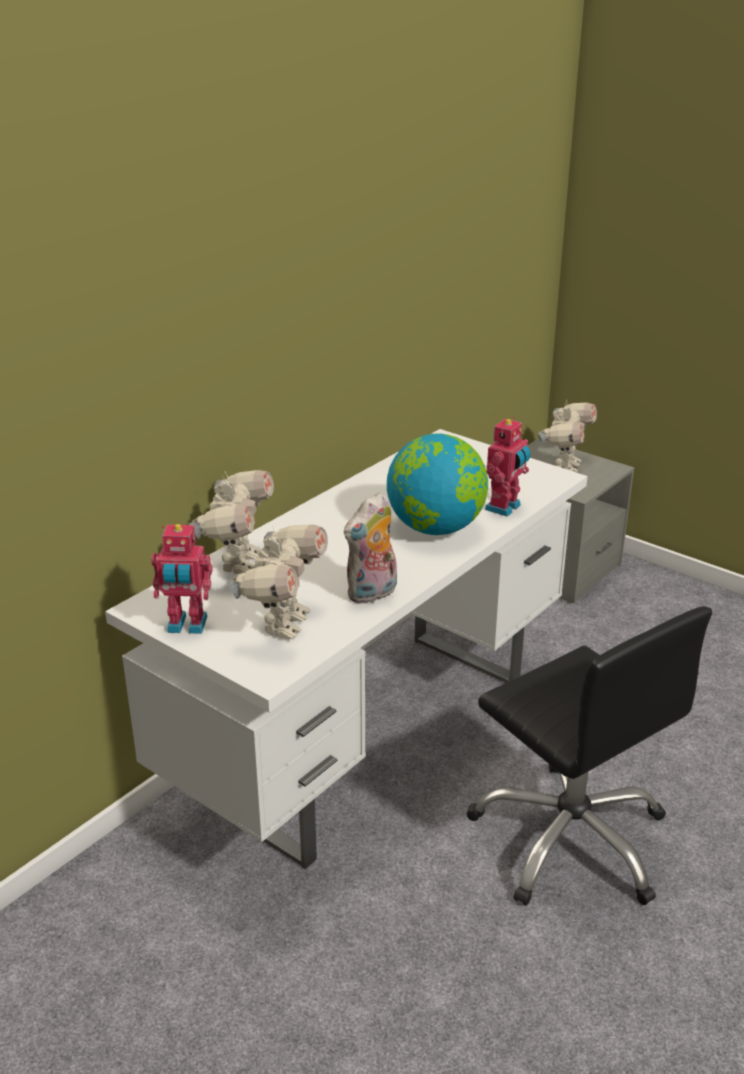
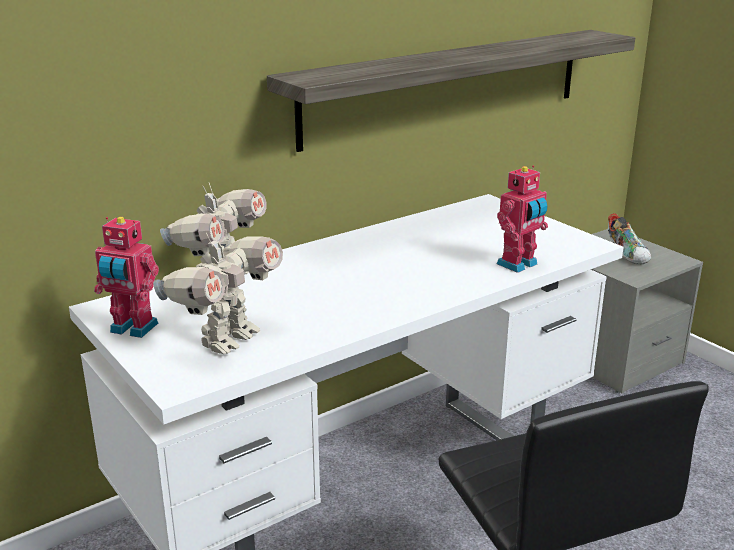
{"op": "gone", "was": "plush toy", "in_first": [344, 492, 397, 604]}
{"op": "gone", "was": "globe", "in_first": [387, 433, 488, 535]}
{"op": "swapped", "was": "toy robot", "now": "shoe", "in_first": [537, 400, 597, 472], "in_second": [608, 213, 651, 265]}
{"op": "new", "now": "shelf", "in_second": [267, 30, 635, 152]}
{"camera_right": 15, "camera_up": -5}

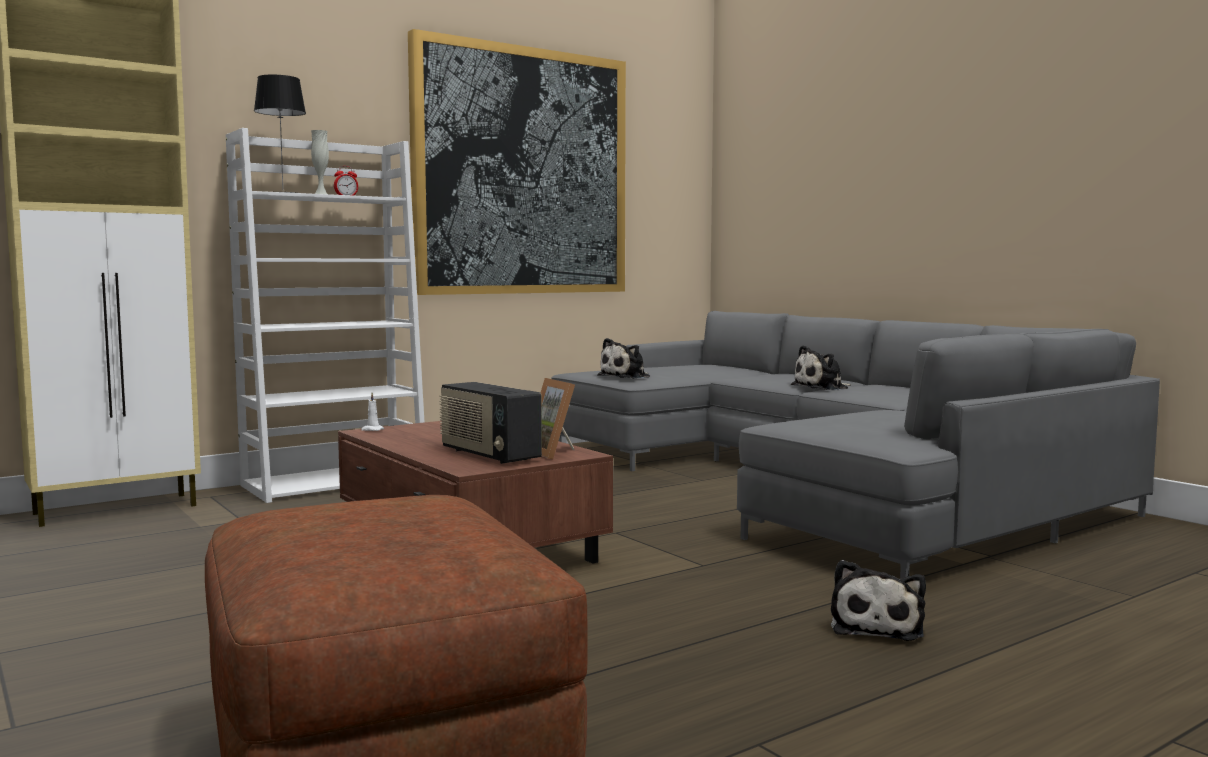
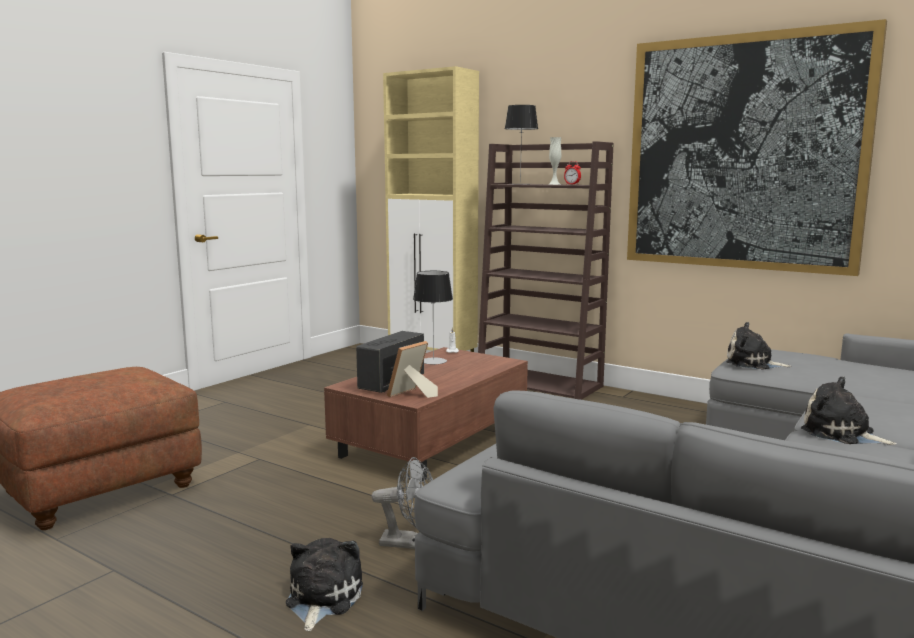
{"op": "repainted", "was": "bookcase/white", "now": "bookcase/brown", "in_first": [226, 128, 425, 503], "in_second": [478, 141, 614, 400]}
{"op": "rotated", "was": "plush toy", "in_first": [831, 560, 926, 641], "in_second": [286, 538, 363, 631], "clockwise": 105}
{"op": "new", "now": "fan/grey", "in_second": [372, 457, 433, 549]}
{"op": "new", "now": "table lamp", "in_second": [413, 271, 453, 365]}
{"camera_right": 70, "camera_up": 5}

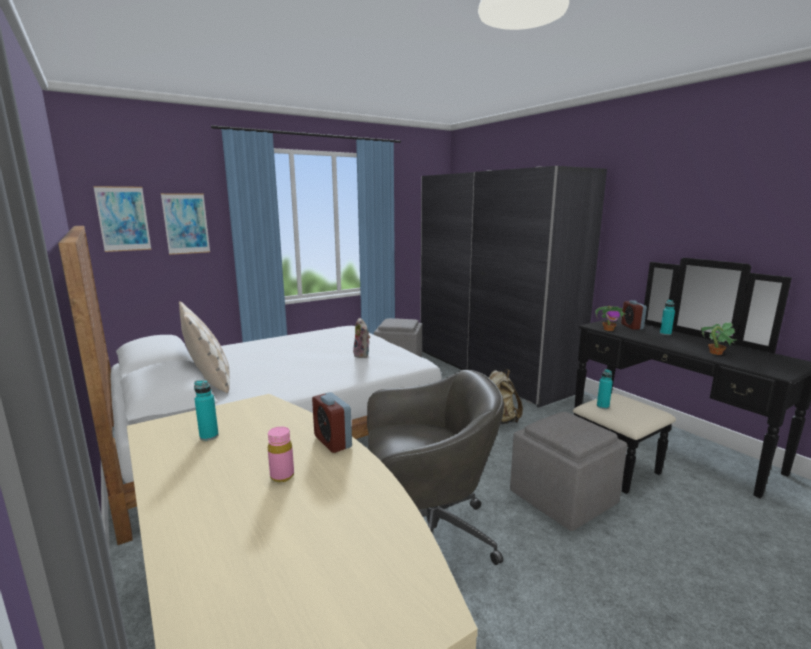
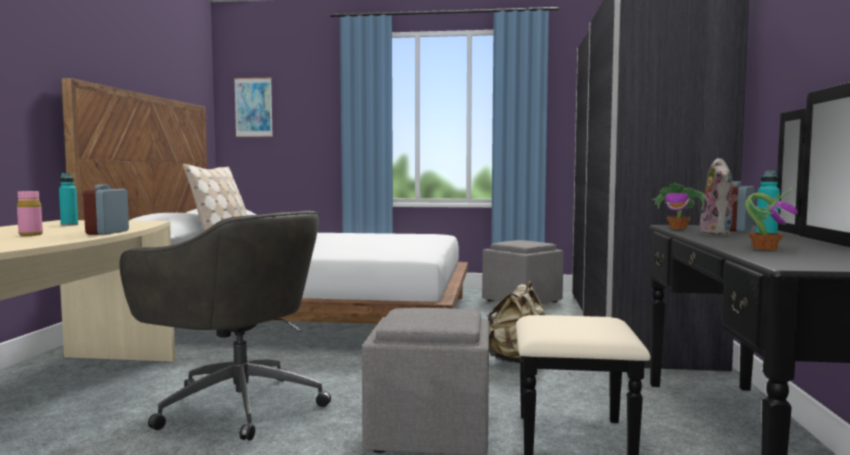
{"op": "gone", "was": "picture", "in_first": [161, 193, 210, 255]}
{"op": "shifted", "was": "plush toy", "in_first": [353, 318, 370, 358], "in_second": [700, 158, 738, 235]}
{"op": "gone", "was": "bottle/turquoise", "in_first": [597, 369, 613, 409]}
{"camera_right": 40, "camera_up": -10}

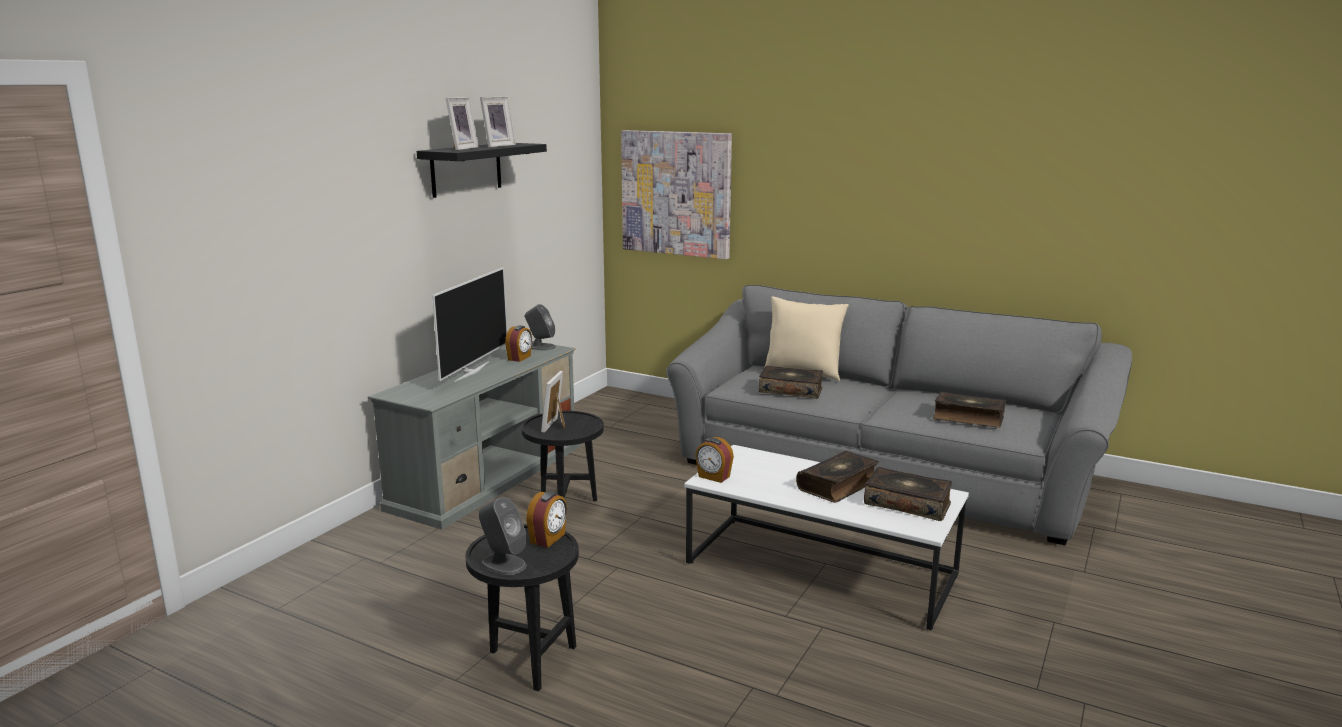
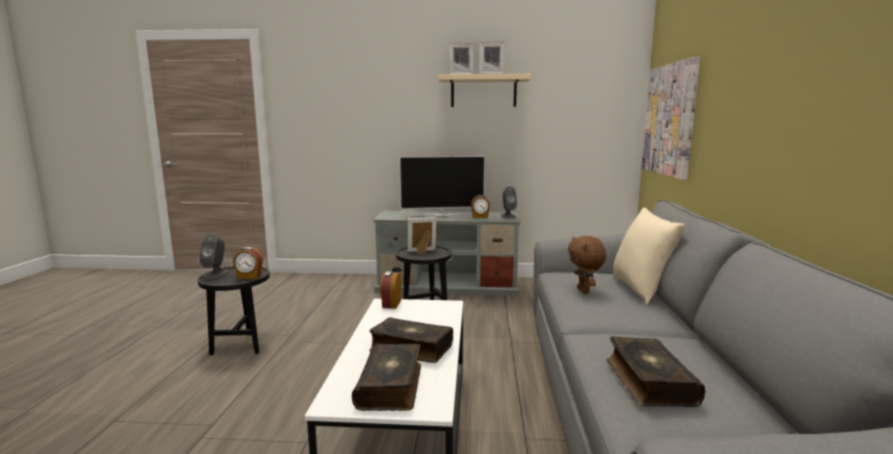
{"op": "repainted", "was": "shelf/black", "now": "shelf/beige", "in_first": [417, 143, 547, 198], "in_second": [438, 74, 531, 107]}
{"op": "swapped", "was": "book", "now": "plush toy/brown", "in_first": [759, 366, 823, 399], "in_second": [568, 236, 606, 294]}
{"camera_right": 65, "camera_up": -5}

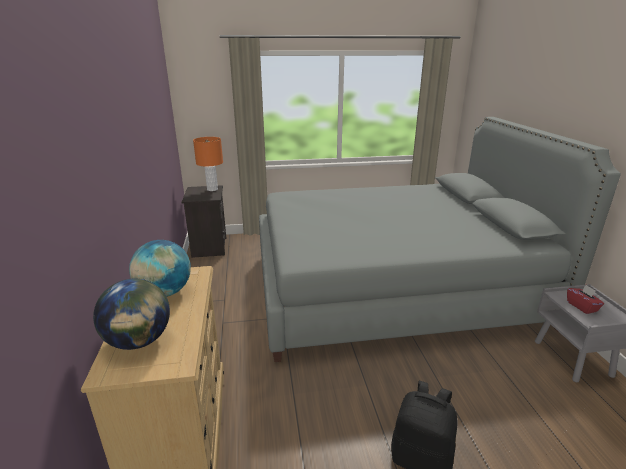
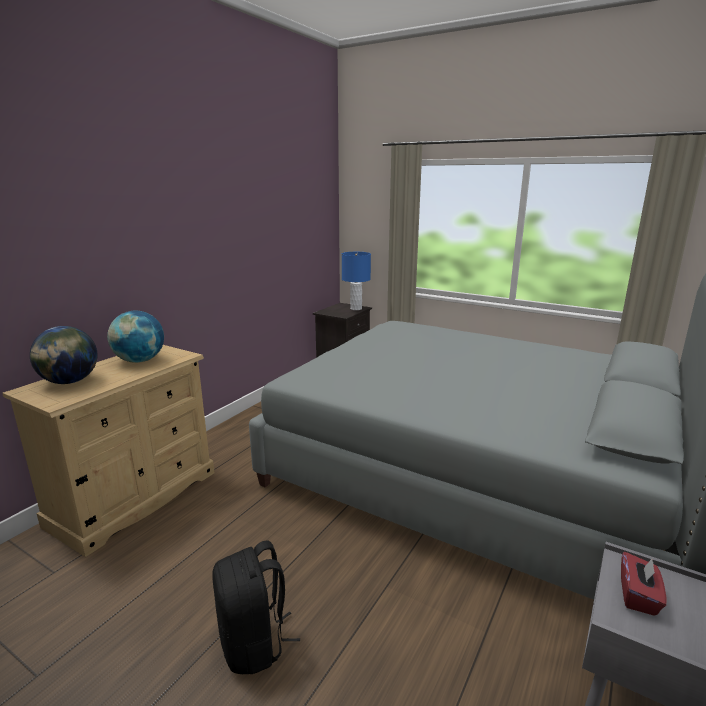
{"op": "repainted", "was": "table lamp/orange", "now": "table lamp/blue", "in_first": [193, 137, 223, 191], "in_second": [342, 252, 371, 310]}
{"camera_right": 40, "camera_up": -5}

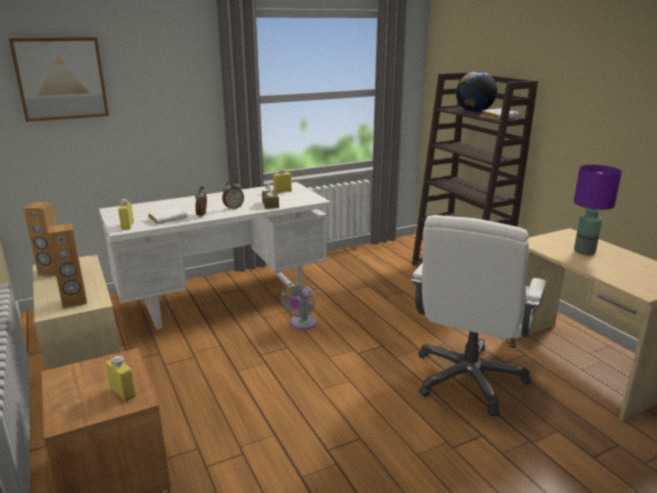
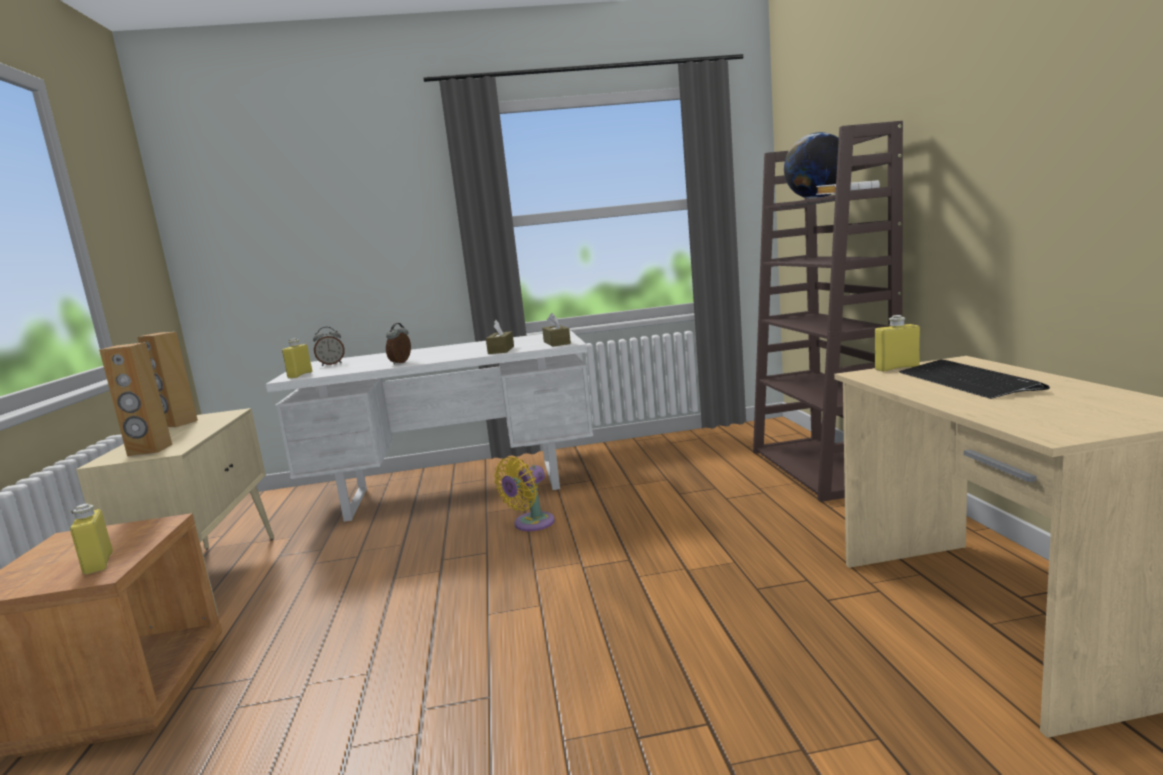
{"op": "gone", "was": "picture", "in_first": [9, 37, 109, 122]}
{"op": "gone", "was": "book/white", "in_first": [148, 206, 187, 224]}
{"op": "shifted", "was": "alarm clock", "in_first": [222, 180, 244, 210], "in_second": [313, 327, 345, 366]}
{"op": "shifted", "was": "bottle/yellow", "in_first": [273, 169, 292, 193], "in_second": [875, 315, 920, 372]}
{"op": "repainted", "was": "fan/grey", "now": "fan/yellow", "in_first": [280, 283, 317, 330], "in_second": [494, 457, 555, 531]}
{"op": "gone", "was": "office chair/white", "in_first": [411, 215, 546, 416]}
{"op": "swapped", "was": "table lamp/purple", "now": "keyboard", "in_first": [574, 165, 622, 255], "in_second": [899, 360, 1050, 399]}
{"op": "new", "now": "tissue box/brown", "in_second": [542, 313, 571, 347]}
{"camera_right": 20, "camera_up": -10}

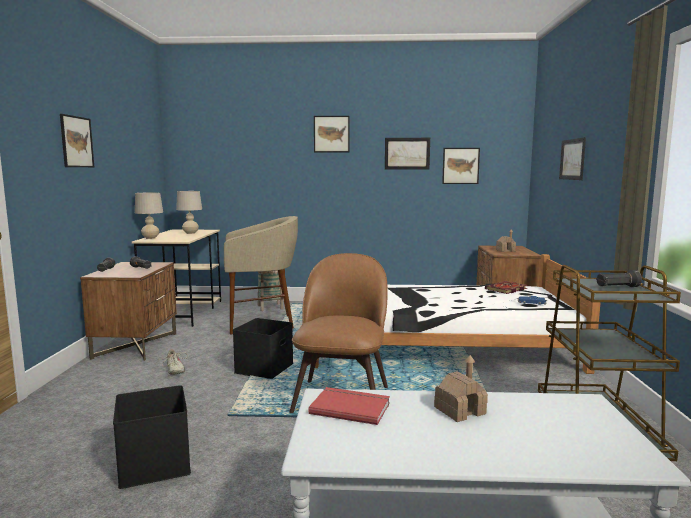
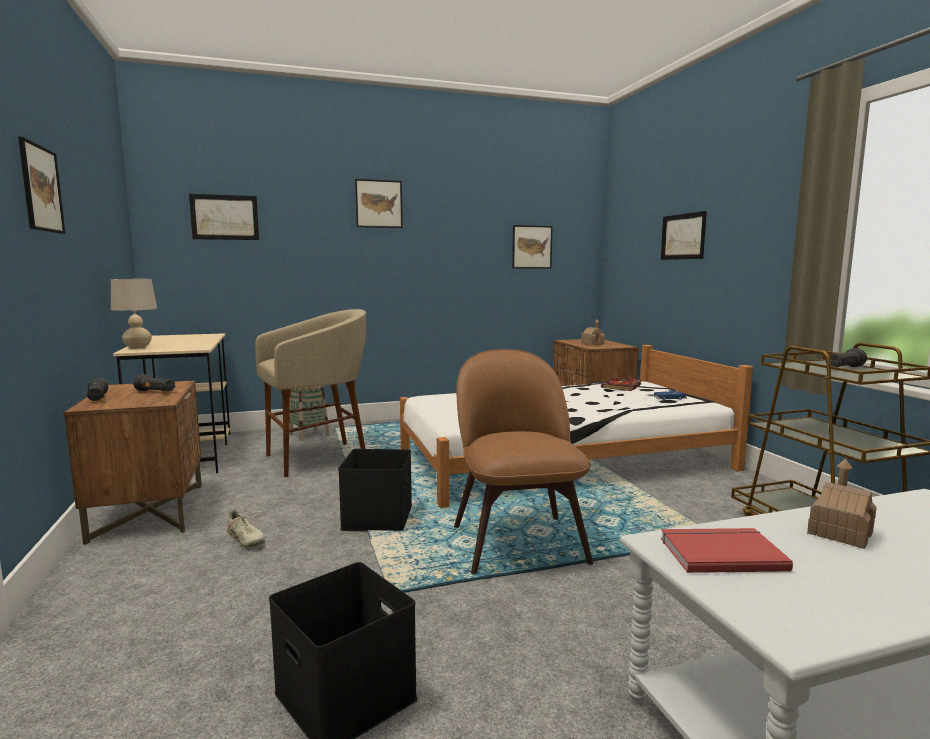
{"op": "gone", "was": "table lamp/beige", "in_first": [176, 191, 202, 234]}
{"op": "shifted", "was": "picture", "in_first": [385, 138, 430, 170], "in_second": [189, 194, 259, 240]}
{"camera_right": -20, "camera_up": 0}

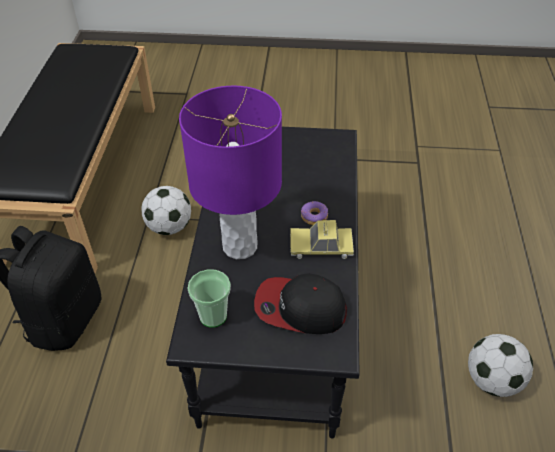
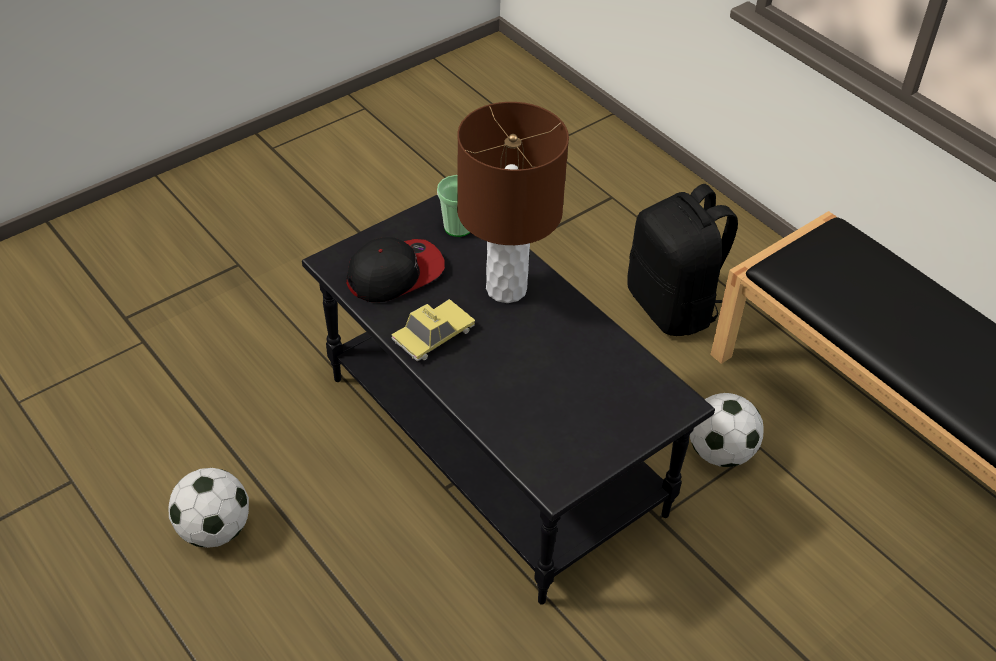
{"op": "repainted", "was": "table lamp/purple", "now": "table lamp/brown", "in_first": [179, 86, 282, 259], "in_second": [457, 102, 569, 303]}
{"op": "gone", "was": "donut", "in_first": [301, 201, 328, 225]}
{"camera_right": 135, "camera_up": 0}

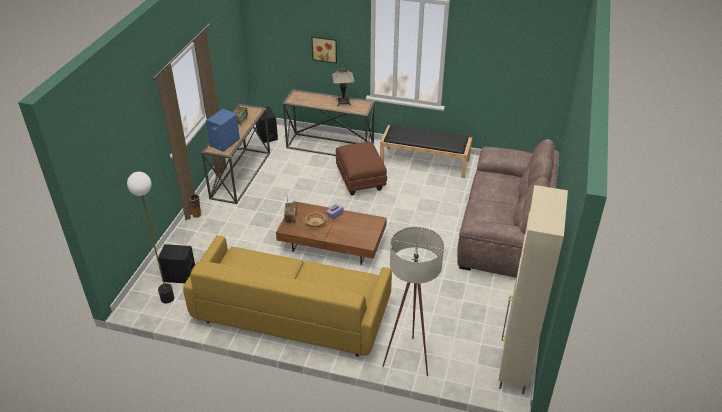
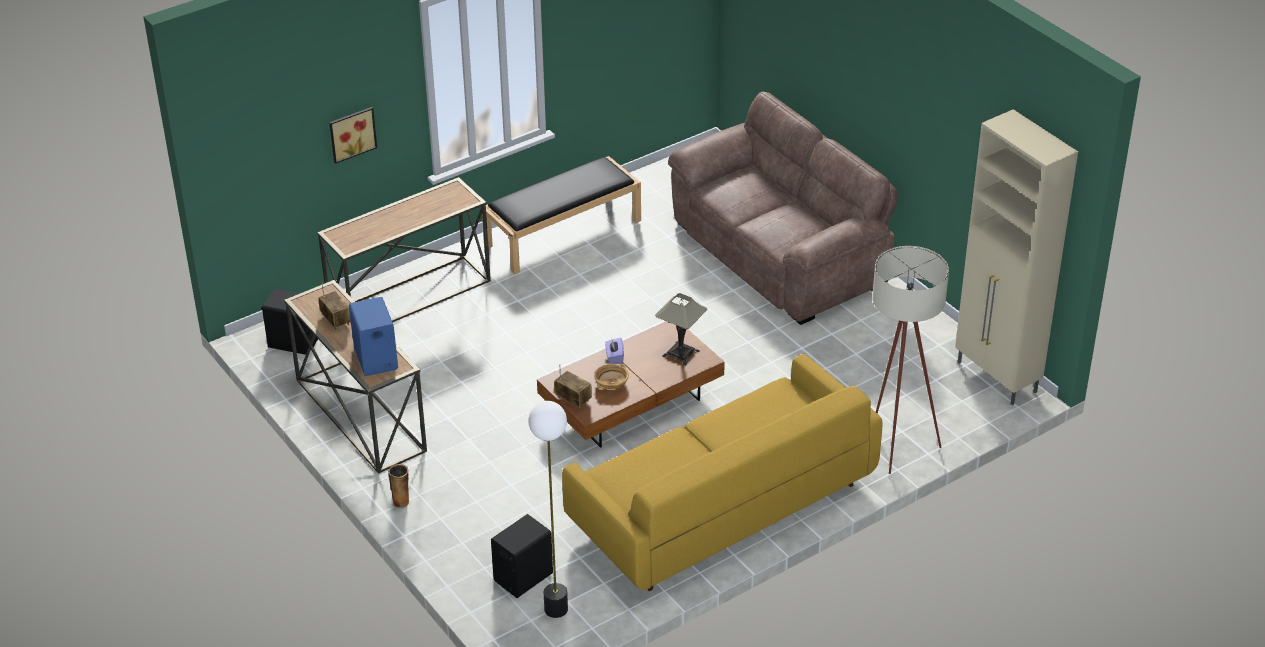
{"op": "shifted", "was": "table lamp", "in_first": [332, 68, 354, 106], "in_second": [655, 293, 708, 366]}
{"op": "gone", "was": "ottoman/brown", "in_first": [336, 142, 387, 195]}
{"camera_right": -50, "camera_up": 0}

